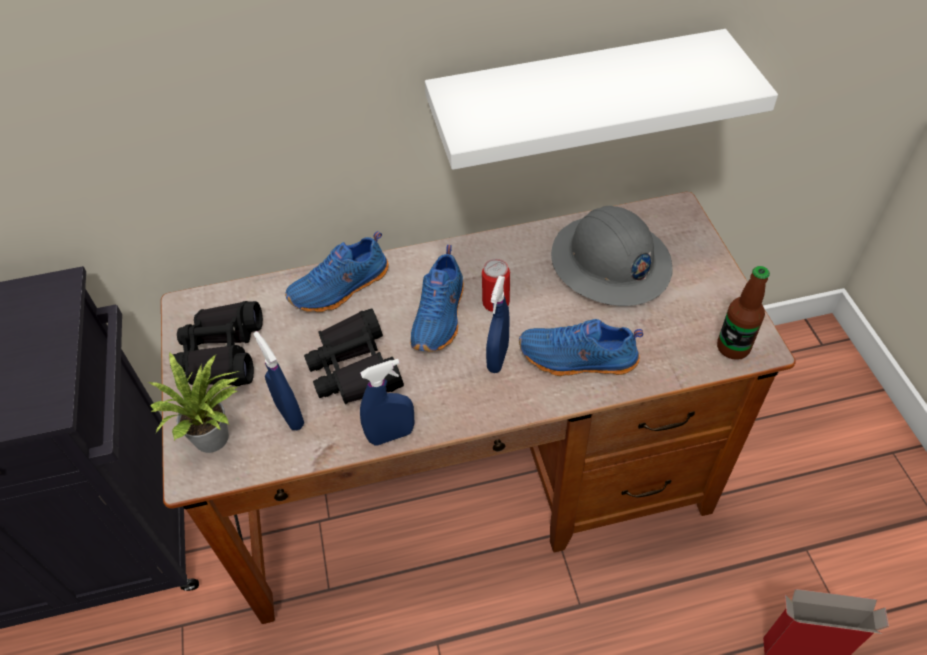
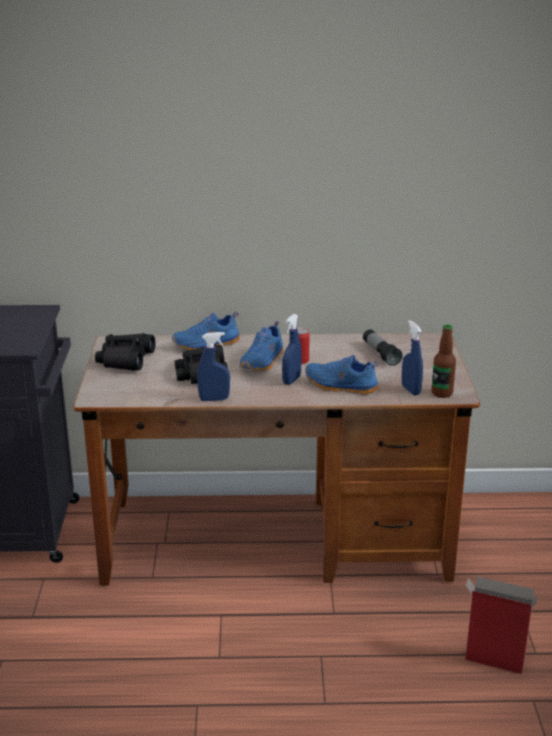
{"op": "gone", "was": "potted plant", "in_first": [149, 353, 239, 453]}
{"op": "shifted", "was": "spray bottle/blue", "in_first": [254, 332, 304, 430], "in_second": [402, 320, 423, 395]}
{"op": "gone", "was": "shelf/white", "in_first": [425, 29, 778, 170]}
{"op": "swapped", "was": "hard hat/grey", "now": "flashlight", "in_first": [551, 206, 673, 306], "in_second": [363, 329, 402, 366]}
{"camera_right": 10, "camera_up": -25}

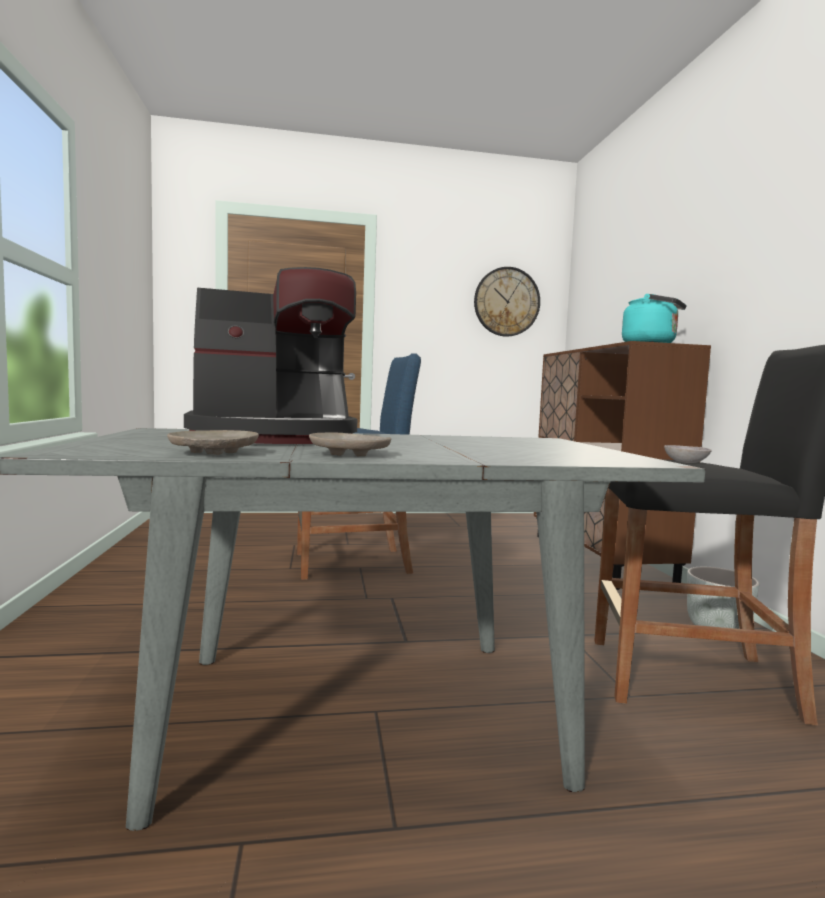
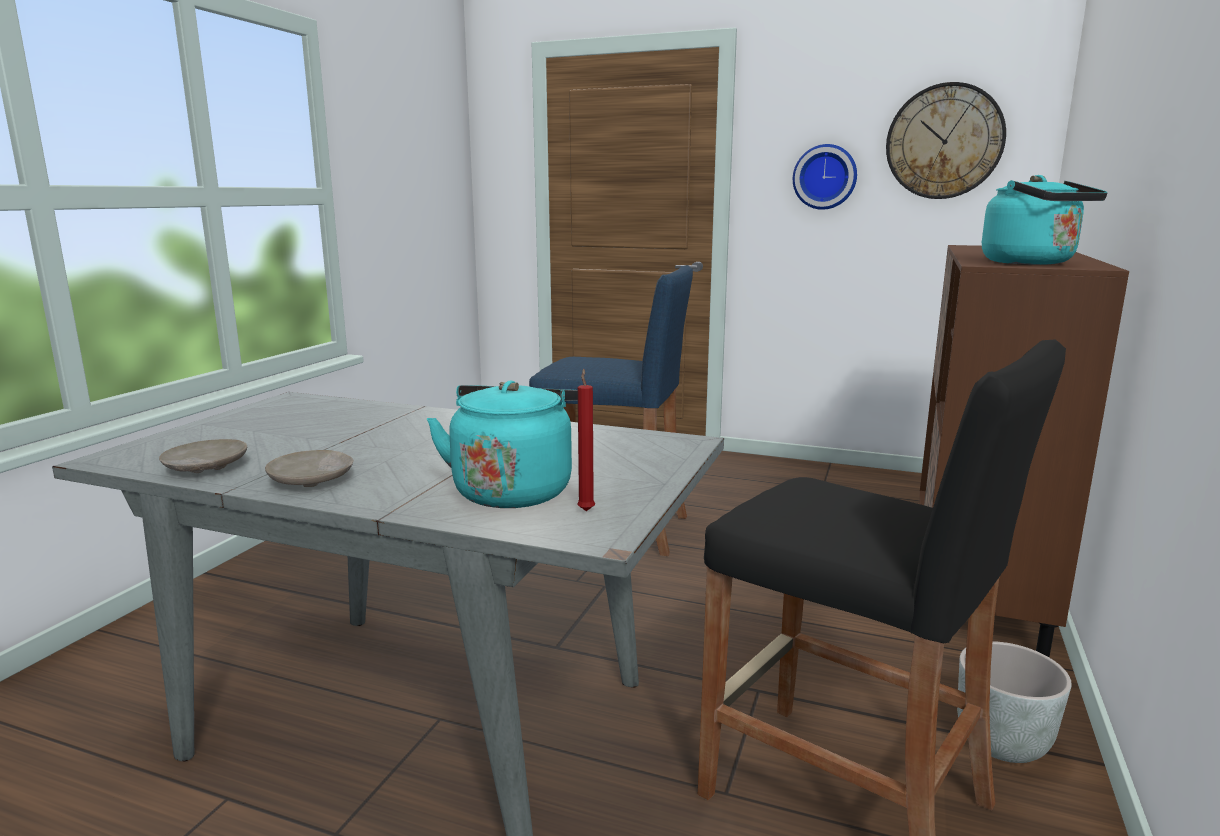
{"op": "gone", "was": "coffee machine", "in_first": [184, 267, 357, 444]}
{"op": "gone", "was": "bowl/grey", "in_first": [664, 445, 712, 463]}
{"op": "new", "now": "kettle/turquoise", "in_second": [427, 380, 578, 508]}
{"op": "new", "now": "candle/red", "in_second": [577, 369, 595, 511]}
{"op": "new", "now": "wall clock", "in_second": [793, 144, 857, 210]}
{"camera_right": 30, "camera_up": 10}

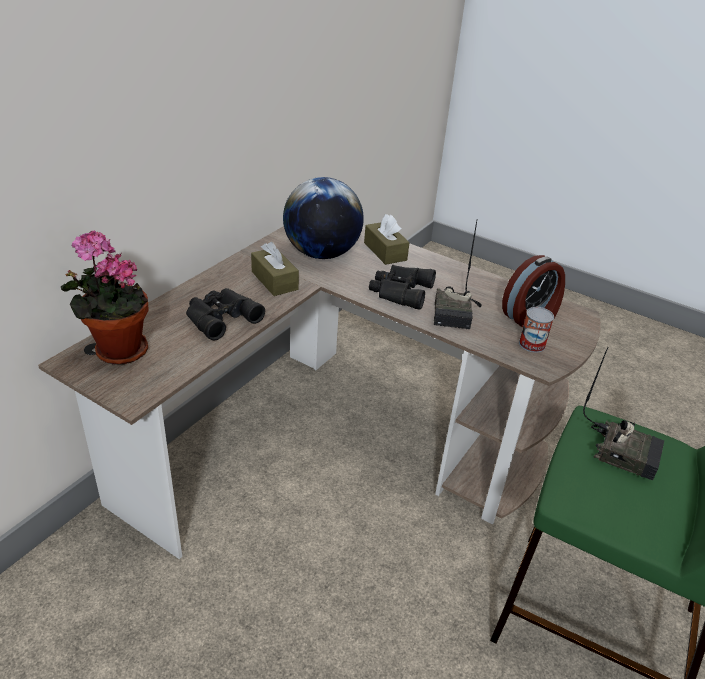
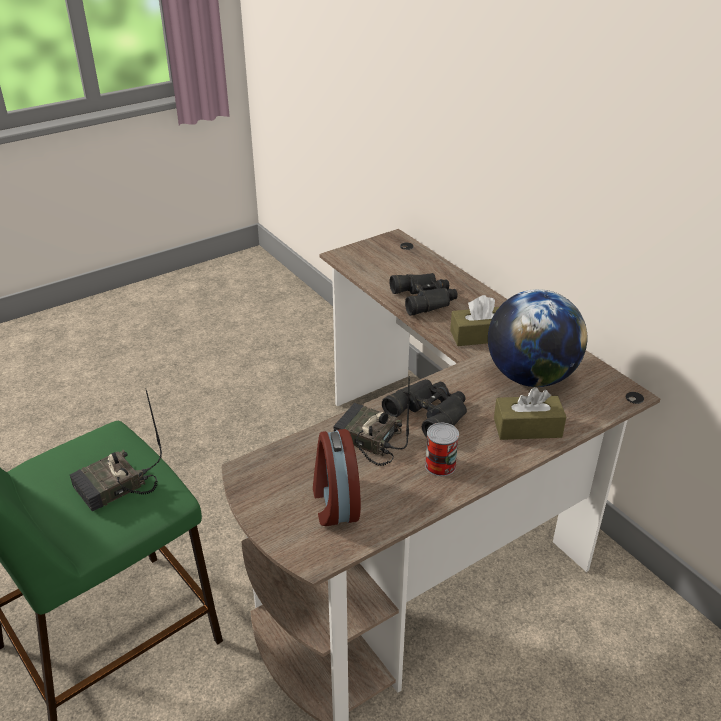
{"op": "gone", "was": "potted plant", "in_first": [61, 230, 149, 365]}
{"op": "shifted", "was": "can", "in_first": [519, 307, 554, 353], "in_second": [425, 423, 459, 476]}
{"camera_right": 115, "camera_up": 0}

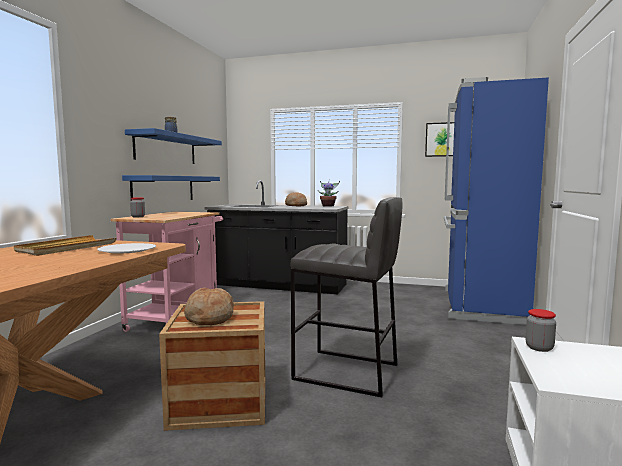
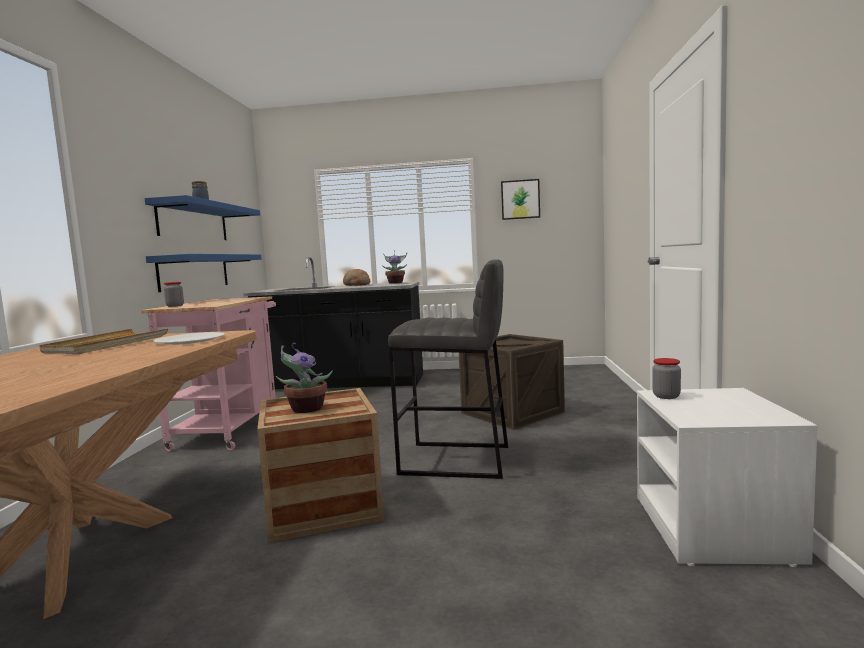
{"op": "swapped", "was": "bread", "now": "potted plant", "in_first": [184, 287, 234, 325], "in_second": [276, 343, 333, 413]}
{"op": "gone", "was": "fridge/blue", "in_first": [444, 77, 549, 325]}
{"op": "new", "now": "crate", "in_second": [459, 334, 565, 430]}
{"camera_right": -10, "camera_up": 0}

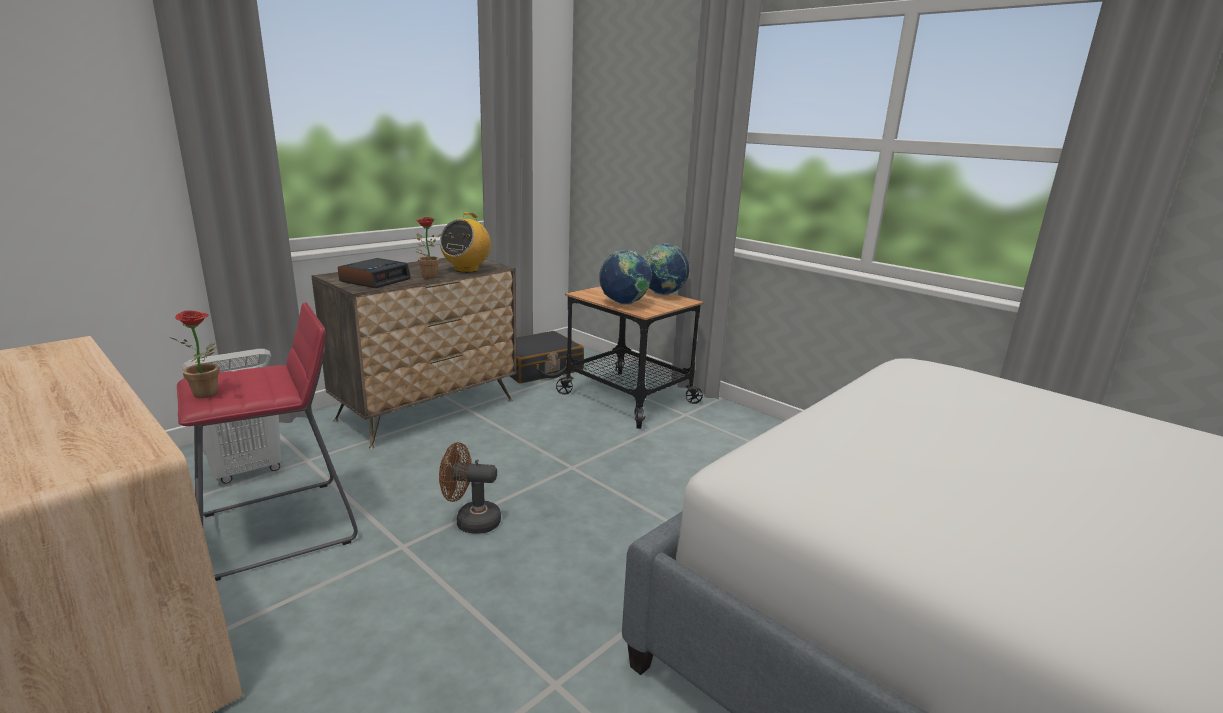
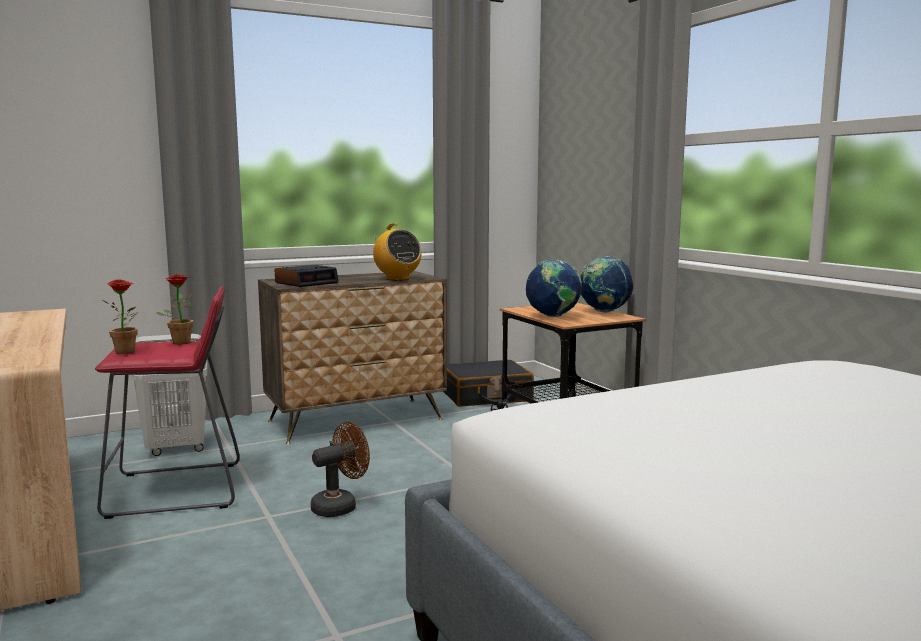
{"op": "shifted", "was": "potted plant", "in_first": [416, 217, 441, 279], "in_second": [156, 275, 193, 345]}
{"op": "rotated", "was": "fan/brown", "in_first": [439, 442, 501, 534], "in_second": [311, 422, 370, 517], "clockwise": 120}
{"op": "rotated", "was": "radio", "in_first": [440, 212, 491, 273], "in_second": [373, 223, 422, 281], "clockwise": -75}
{"camera_right": 20, "camera_up": -10}

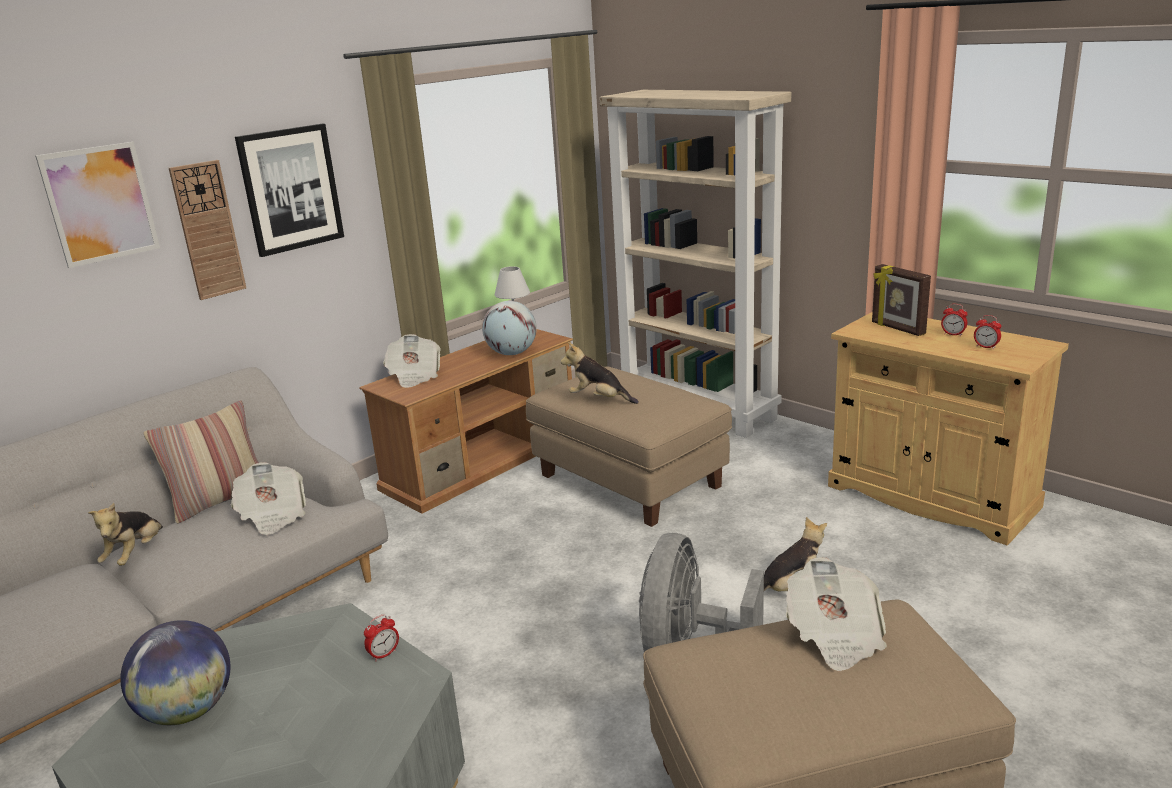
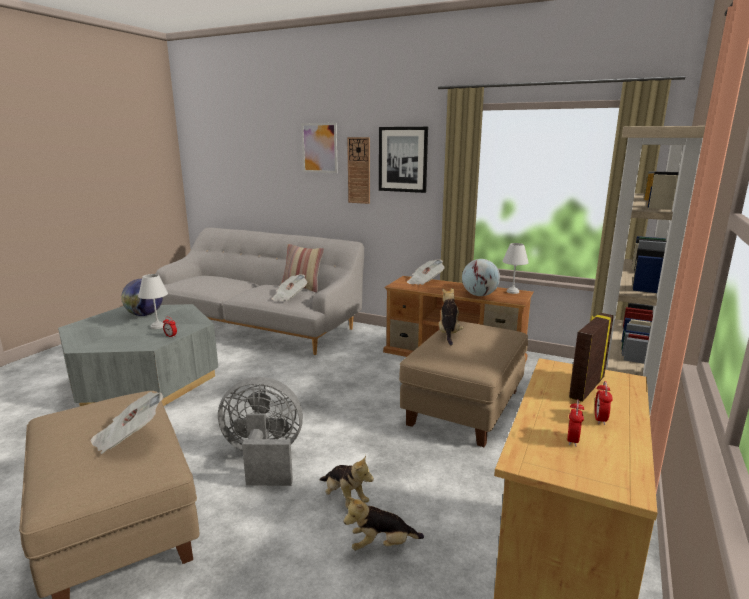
{"op": "shifted", "was": "plush toy", "in_first": [88, 503, 163, 566], "in_second": [344, 497, 424, 550]}
{"op": "new", "now": "table lamp/white", "in_second": [138, 274, 168, 329]}
{"camera_right": 70, "camera_up": -5}

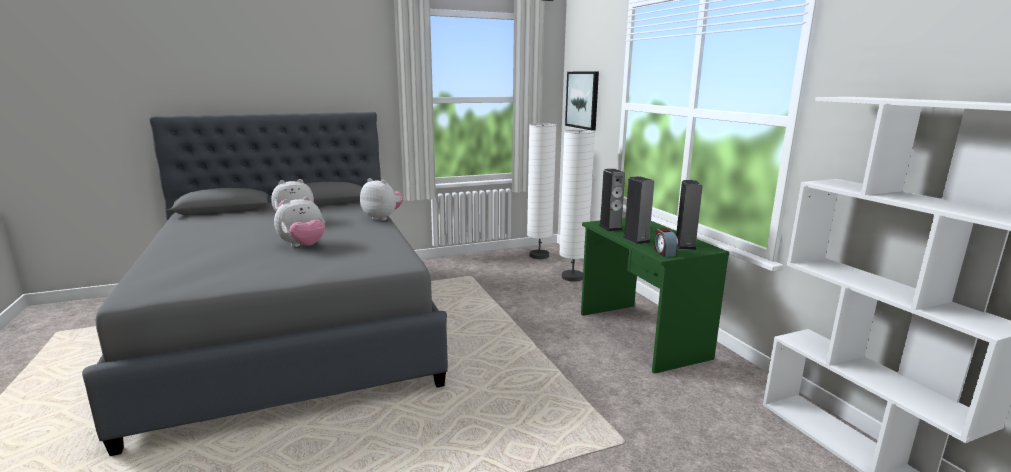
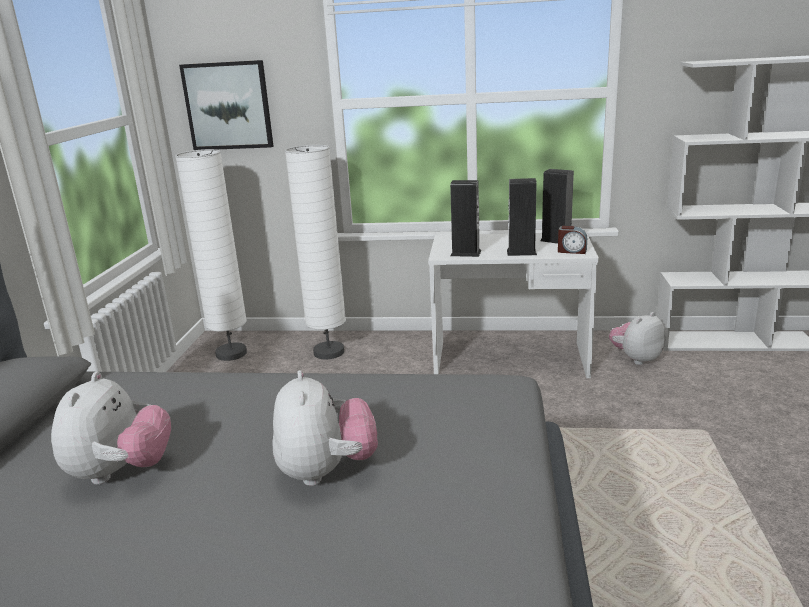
{"op": "shifted", "was": "plush toy", "in_first": [360, 178, 403, 221], "in_second": [609, 312, 665, 365]}
{"op": "repainted", "was": "desk/green", "now": "desk/white", "in_first": [581, 218, 729, 374], "in_second": [428, 232, 599, 378]}
{"camera_right": -60, "camera_up": 5}

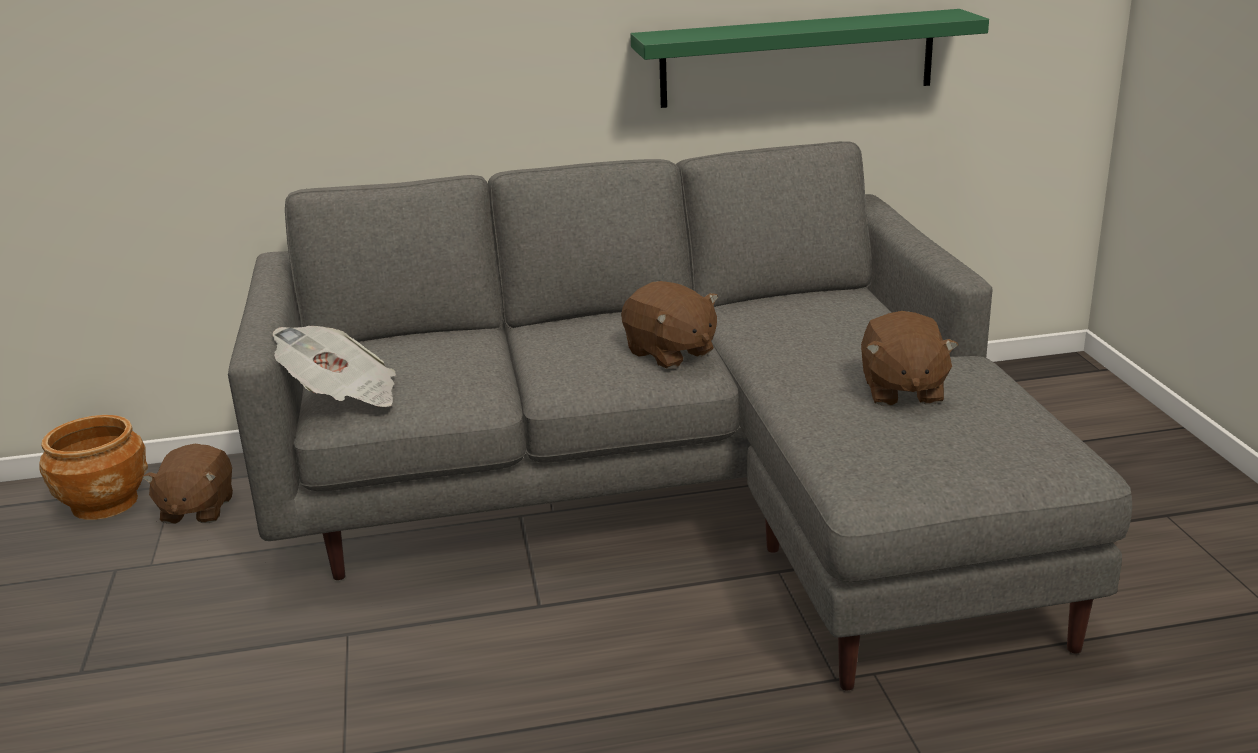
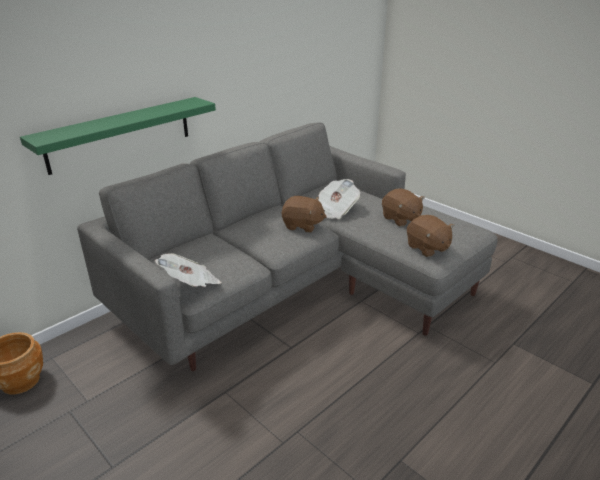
{"op": "shifted", "was": "plush toy/brown", "in_first": [142, 444, 233, 524], "in_second": [407, 215, 454, 257]}
{"op": "shifted", "was": "shelf/green", "in_first": [630, 9, 989, 108], "in_second": [20, 97, 216, 175]}
{"op": "new", "now": "newspaper", "in_second": [318, 179, 360, 219]}
{"camera_right": -35, "camera_up": 5}

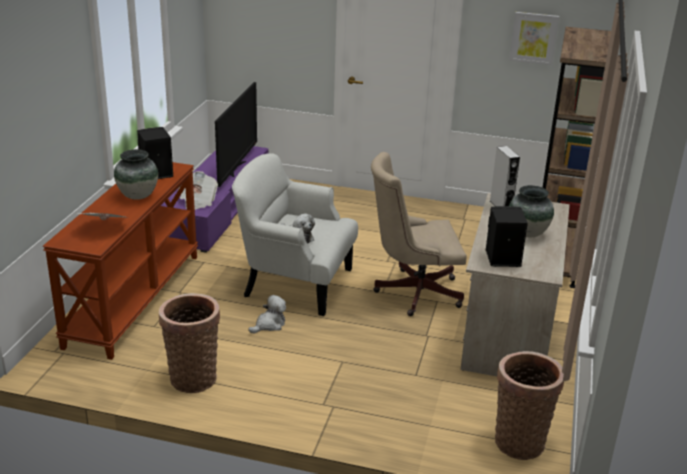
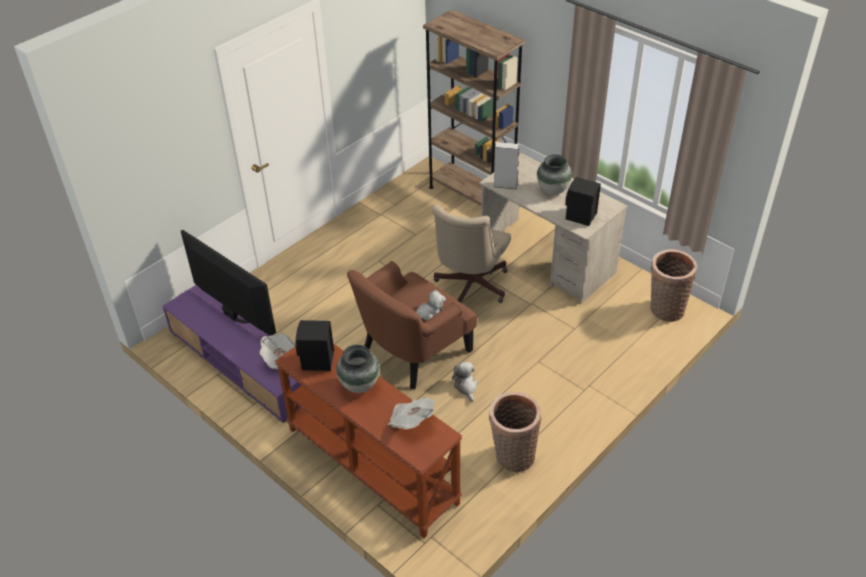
{"op": "repainted", "was": "armchair/white", "now": "armchair/brown", "in_first": [232, 153, 358, 316], "in_second": [347, 261, 477, 389]}
{"op": "gone", "was": "picture", "in_first": [509, 12, 559, 65]}
{"camera_right": -60, "camera_up": 15}

